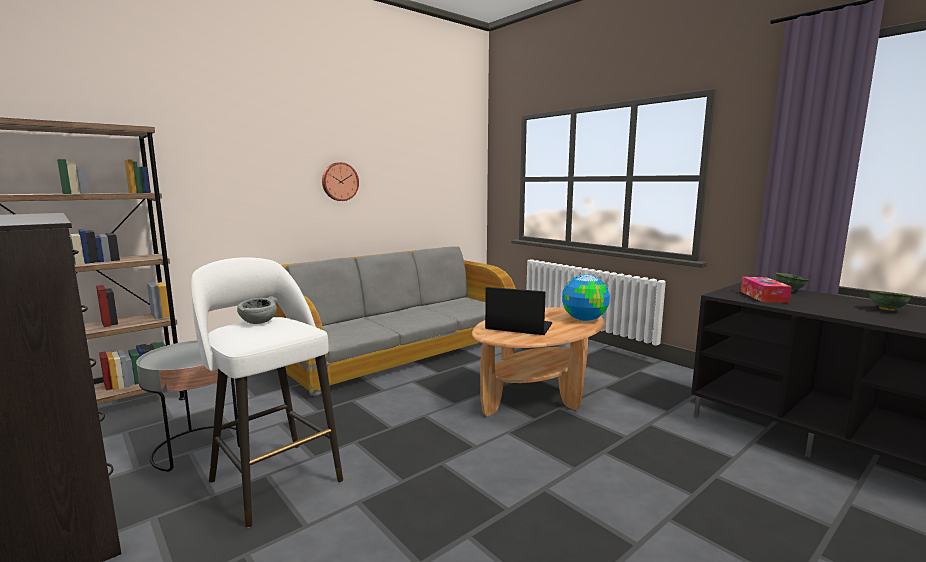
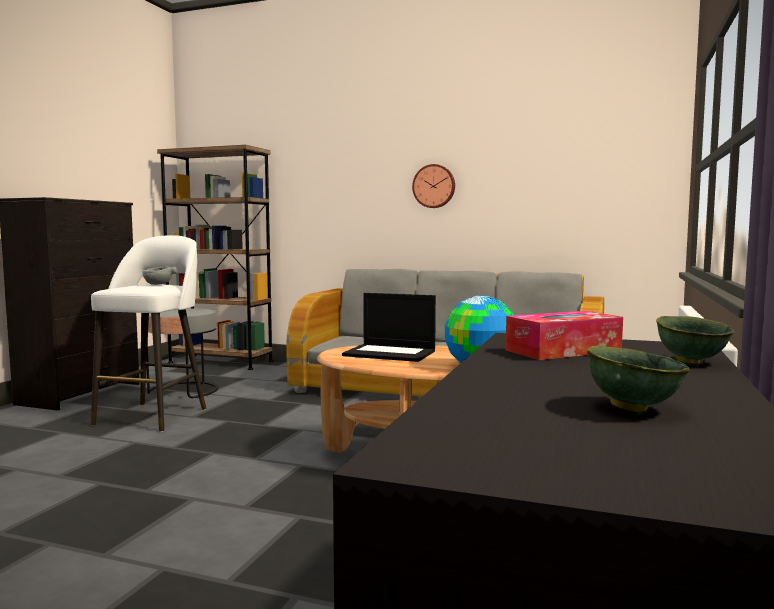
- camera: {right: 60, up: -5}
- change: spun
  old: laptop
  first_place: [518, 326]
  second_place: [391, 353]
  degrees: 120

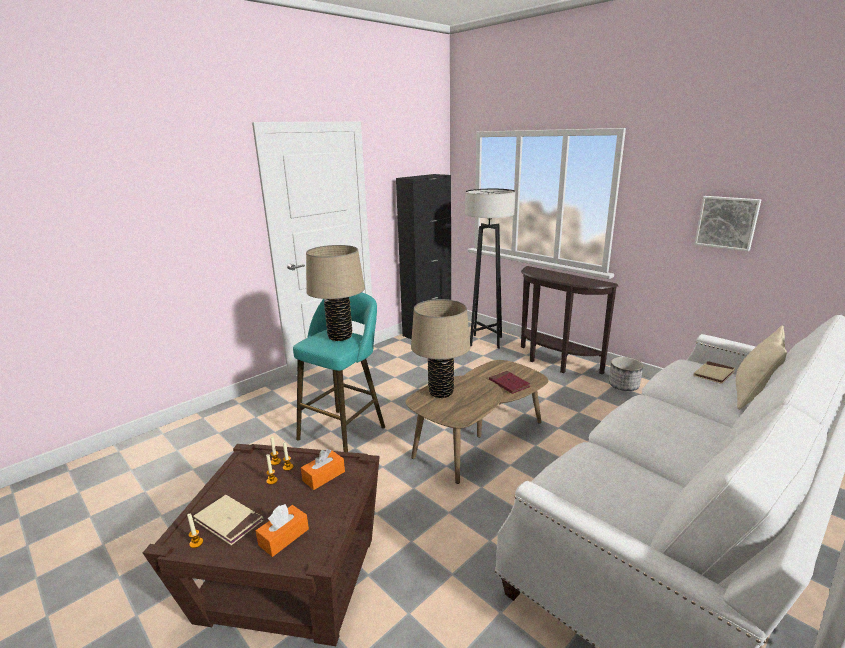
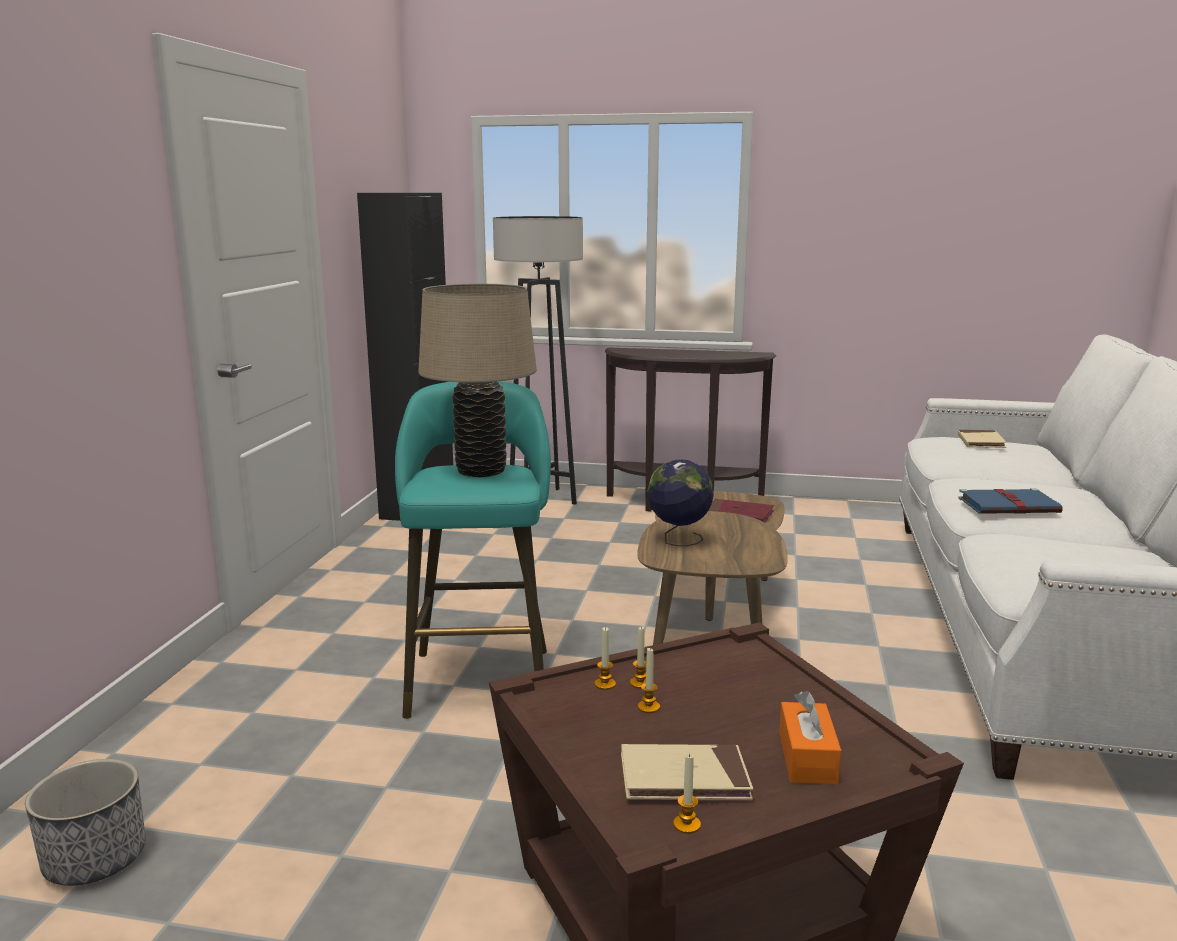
- camera: {right: -35, up: -5}
- change: relocated
  old: planter
  first_place: [623, 386]
  second_place: [96, 859]
- change: exchanged
  old: beige table lamp
  new: globe
  first_place: [441, 392]
  second_place: [678, 540]
- change: appeared
  new: blue book
  second_place: [1010, 506]
- change: missing
  old: orange tissue box
  first_place: [324, 476]
- change: missing
  old: picture
  first_place: [727, 222]
- change: missing
  old: beige pillow
  first_place: [751, 396]

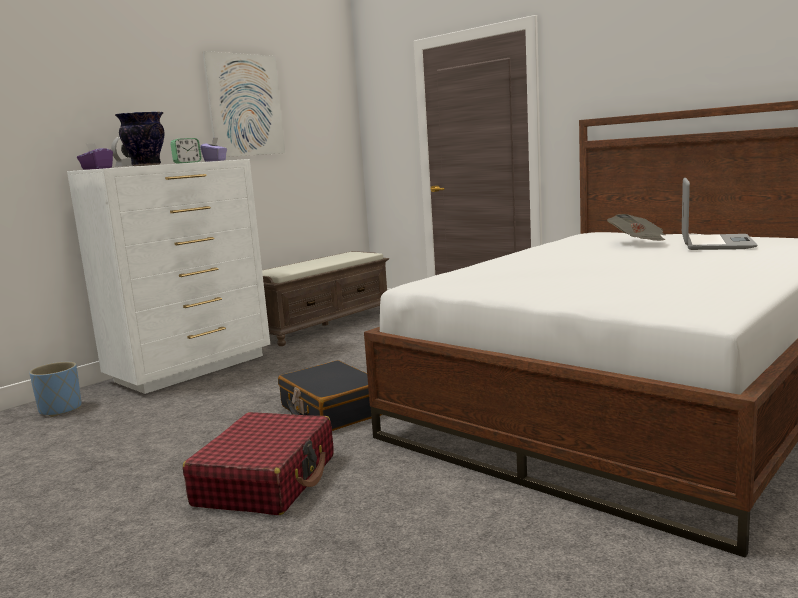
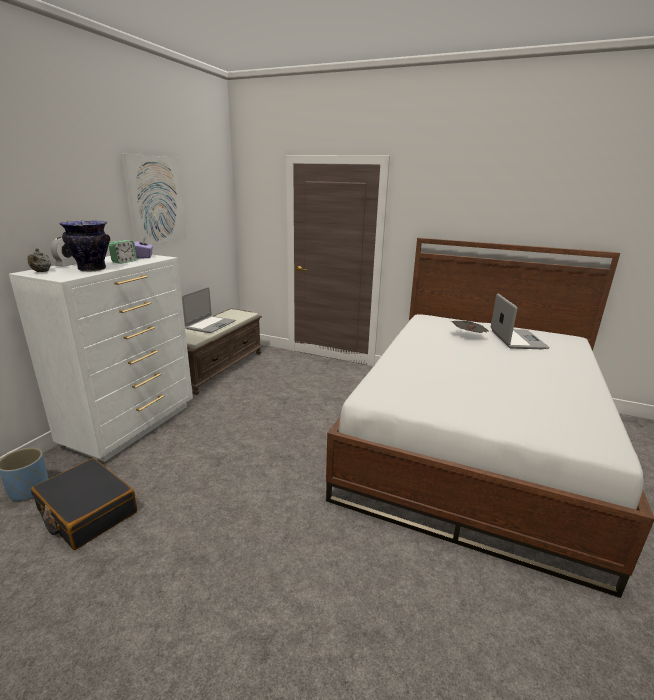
- camera: {right: -20, up: 10}
- change: exchanged
  old: purple tissue box
  new: grey teapot
  first_place: [97, 168]
  second_place: [41, 272]
- change: relocated
  old: black suitcase
  first_place: [332, 410]
  second_place: [87, 512]
- change: appeared
  new: laptop
  second_place: [210, 325]
- change: missing
  old: red suitcase
  first_place: [267, 480]

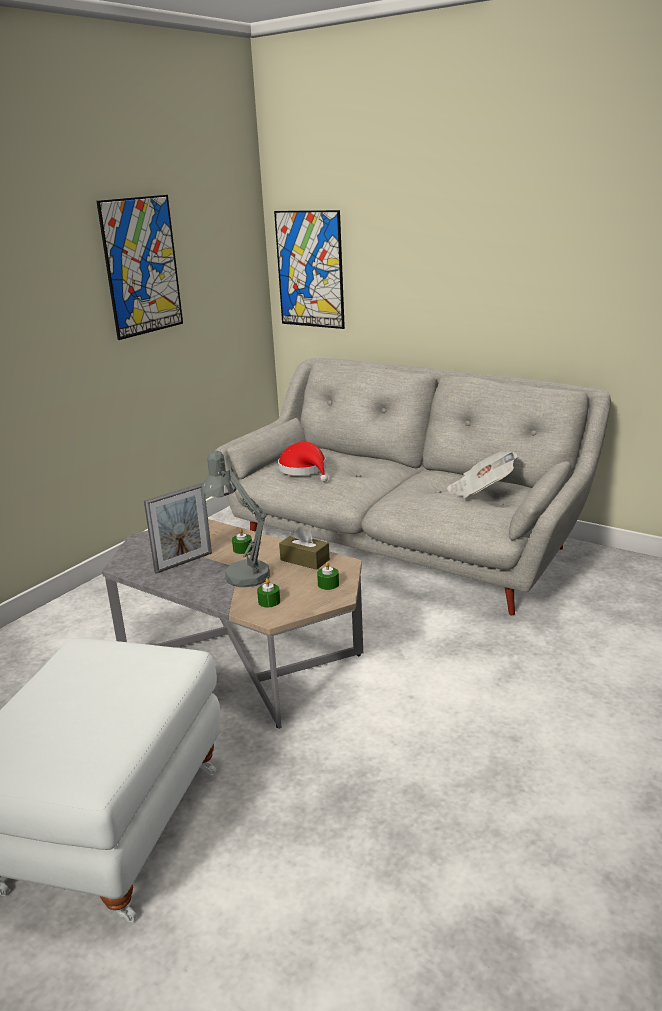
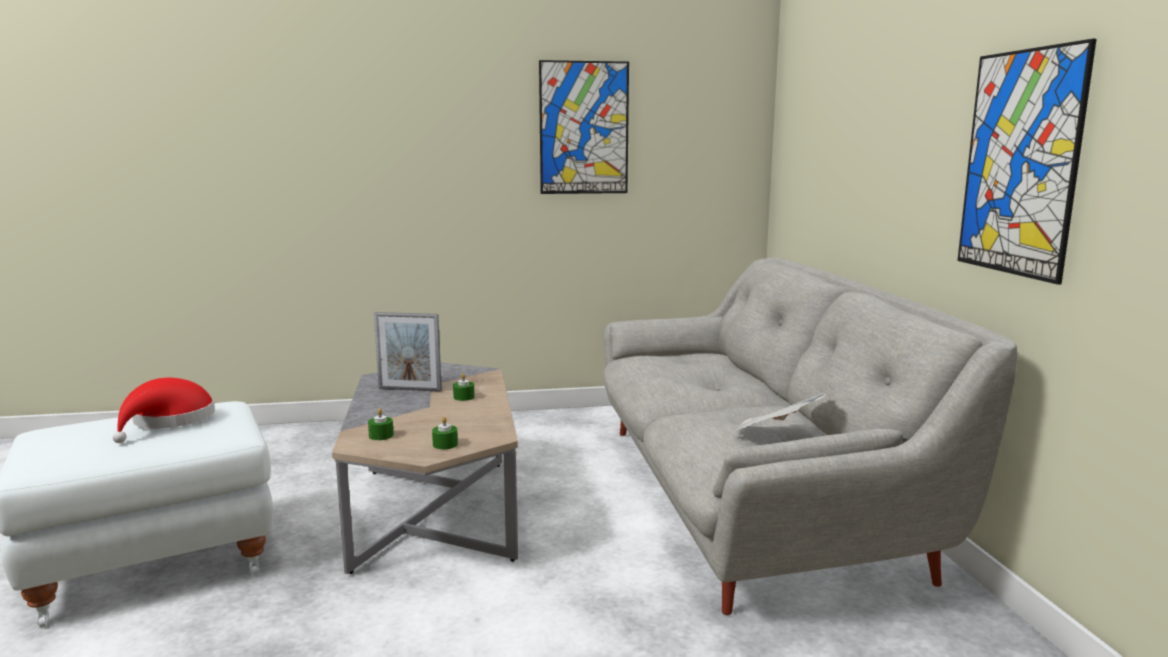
- camera: {right: 45, up: -10}
- change: relocated
  old: red hat
  first_place: [305, 470]
  second_place: [169, 421]
- change: relocated
  old: picture
  first_place: [310, 269]
  second_place: [1020, 163]
- change: missing
  old: grey table lamp
  first_place: [241, 573]
- change: missing
  old: brown tissue box
  first_place: [305, 560]

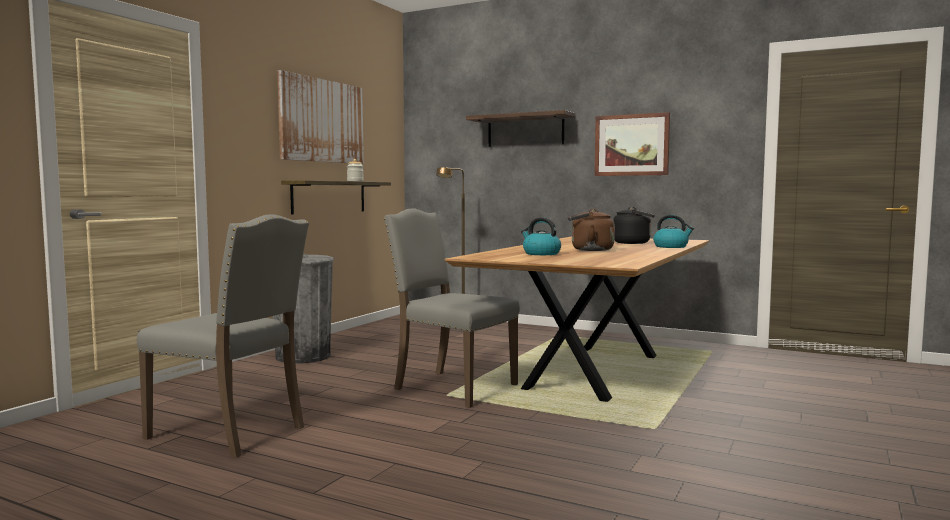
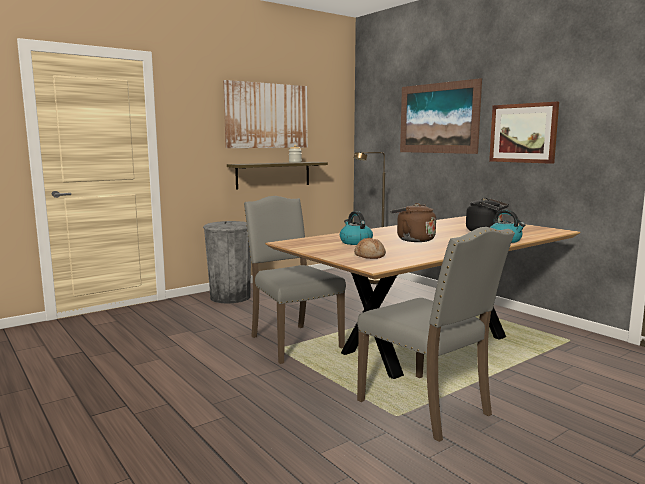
- camera: {right: 25, up: 5}
- change: appeared
  new: bread
  second_place: [370, 256]
- change: relocated
  old: grey chair
  first_place: [231, 432]
  second_place: [427, 407]
- change: exchanged
  old: shelf
  new: picture
  first_place: [525, 130]
  second_place: [438, 118]

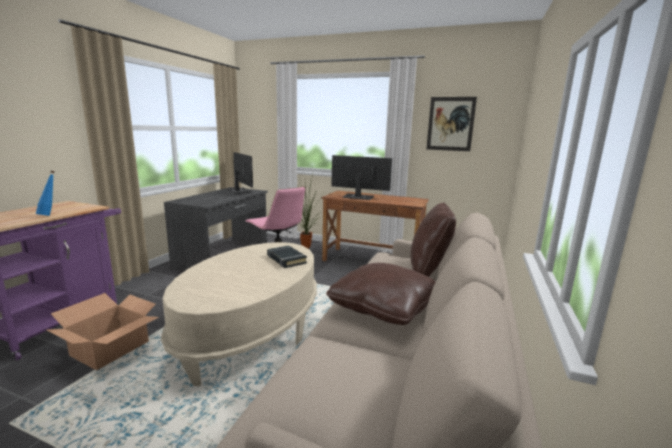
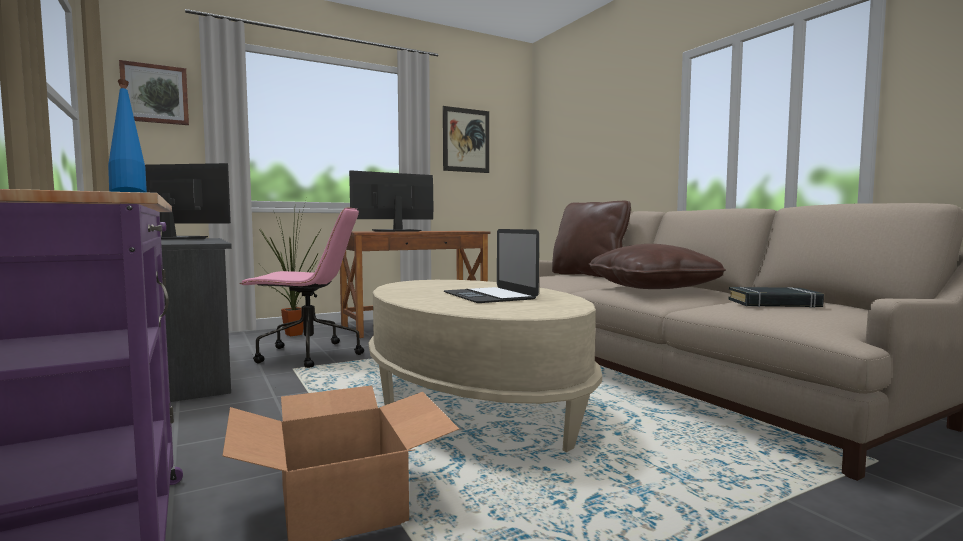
- camera: {right: -50, up: -10}
- change: appeared
  new: picture
  second_place: [155, 94]
- change: appeared
  new: laptop
  second_place: [489, 295]
- change: relocated
  old: black book
  first_place: [286, 259]
  second_place: [774, 303]

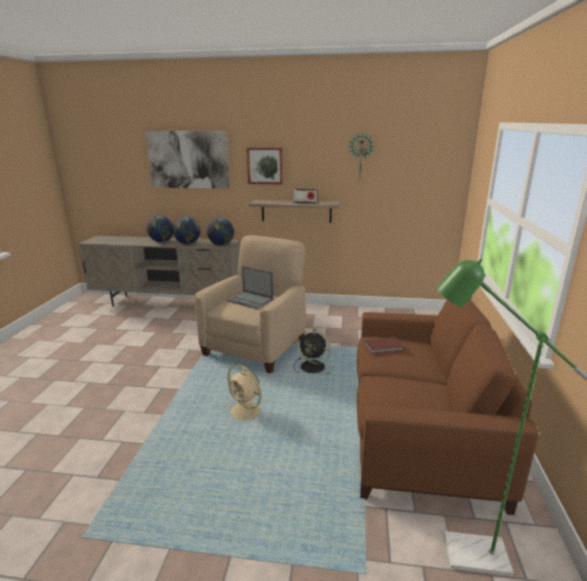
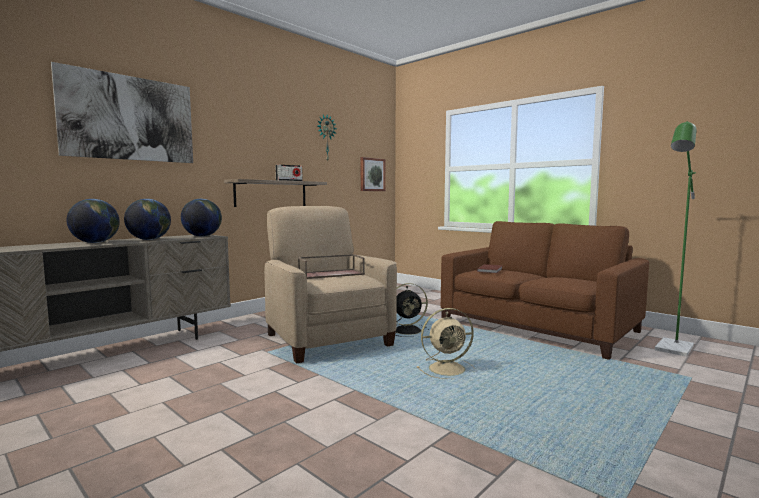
- camera: {right: -55, up: -15}
- change: exchanged
  old: laptop
  new: brown tray
  first_place: [250, 300]
  second_place: [331, 274]
- change: relocated
  old: picture
  first_place: [265, 165]
  second_place: [372, 174]

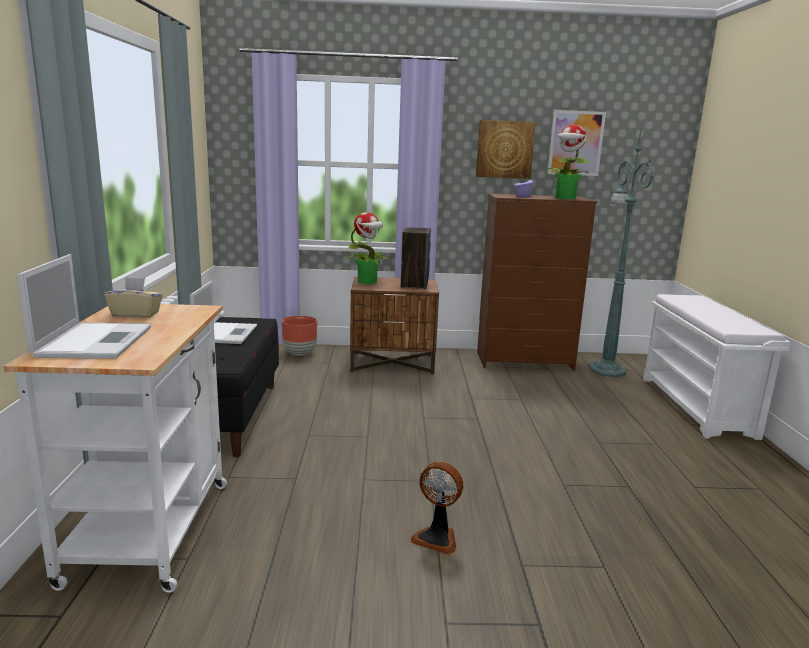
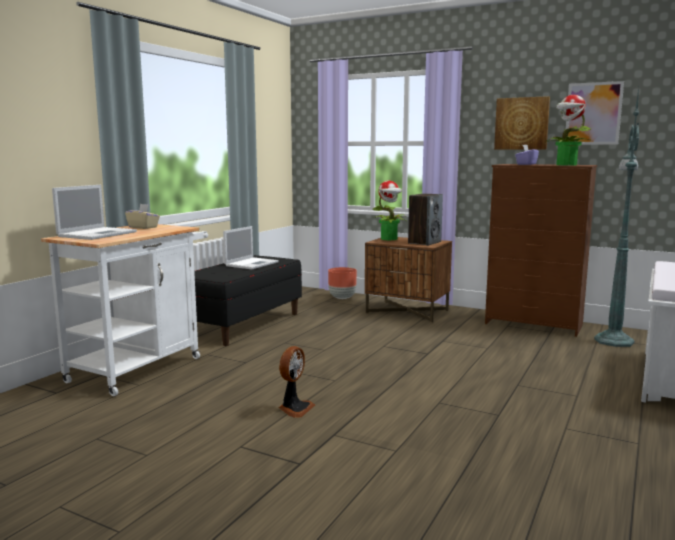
- camera: {right: 30, up: -5}
- change: spun
  old: fan
  first_place: [437, 538]
  second_place: [295, 408]
  degrees: -120

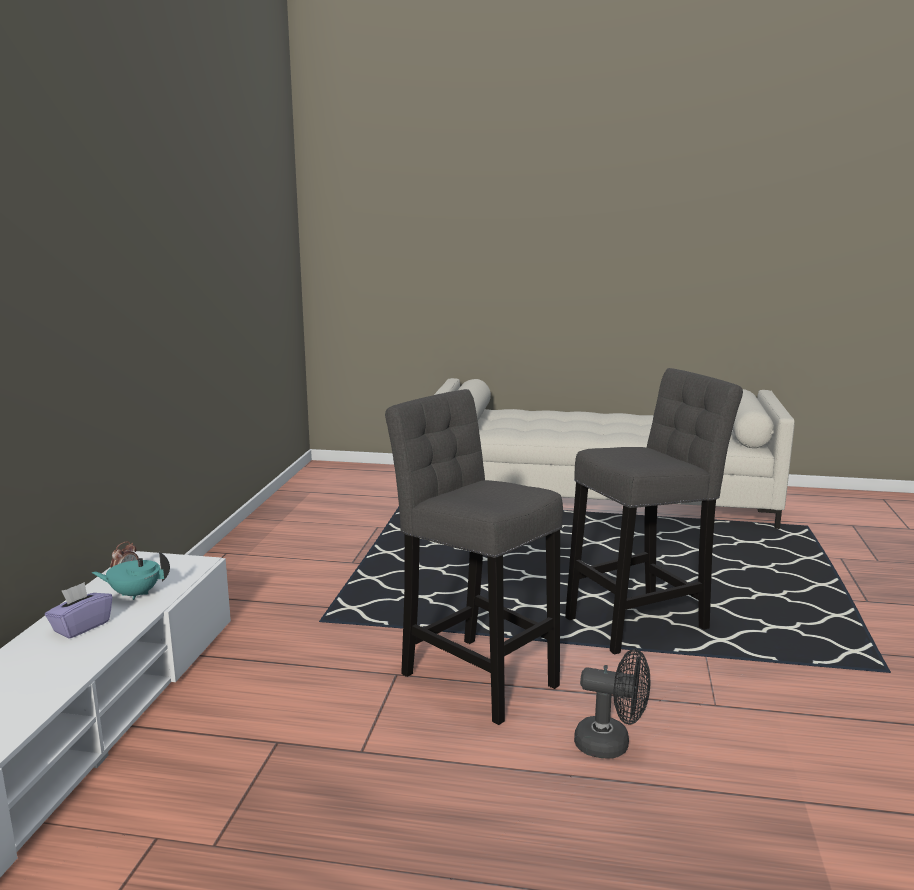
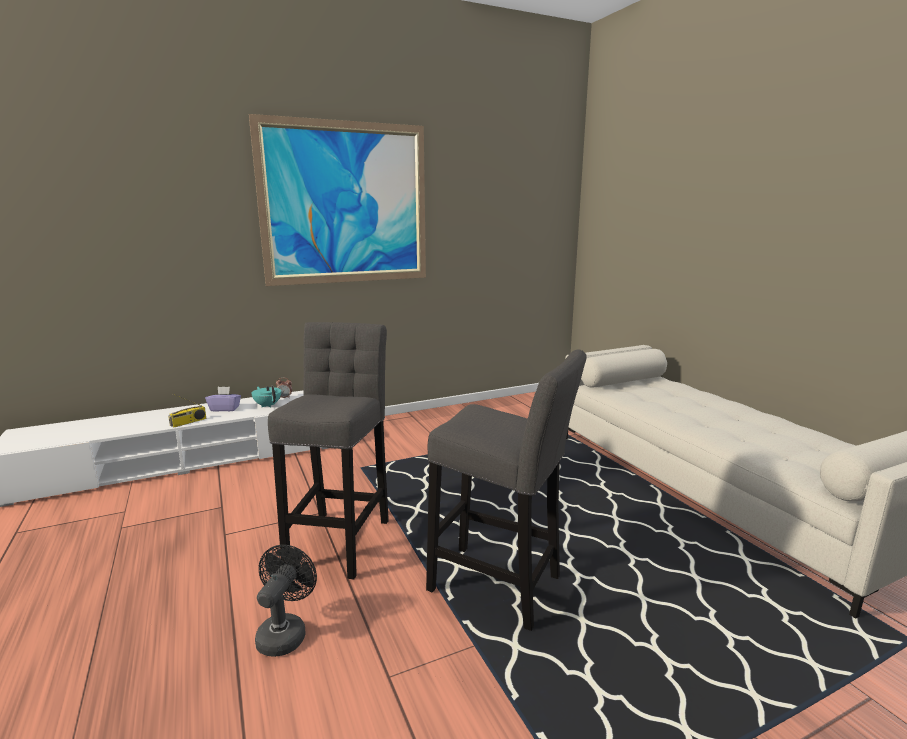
- camera: {right: 55, up: 0}
- change: appeared
  new: radio
  second_place: [188, 422]
- change: appeared
  new: picture
  second_place: [346, 204]
- change: spun
  old: black fan
  first_place: [611, 744]
  second_place: [285, 632]
  degrees: -150

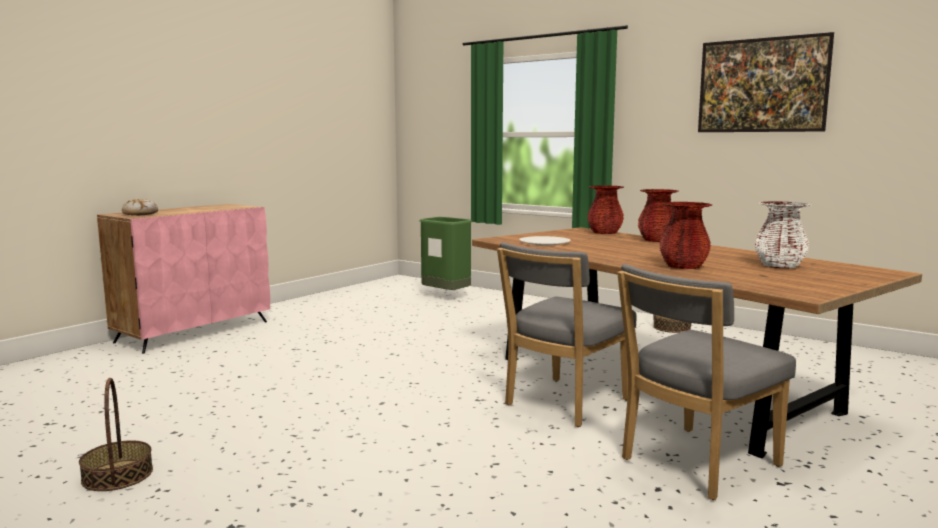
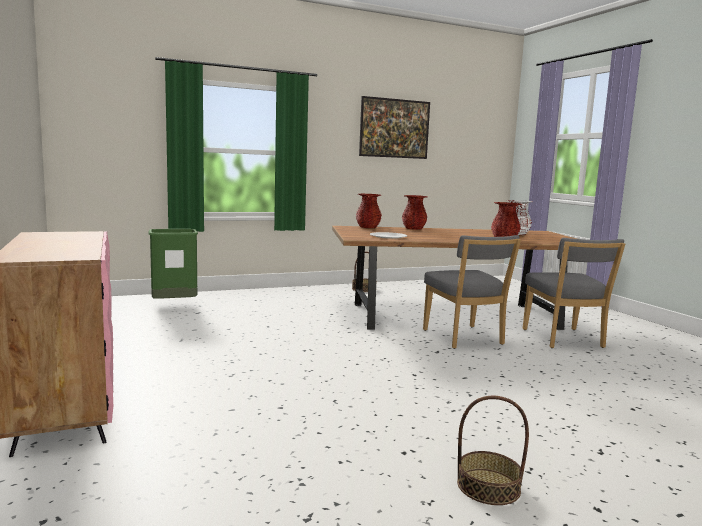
- camera: {right: -60, up: 0}
- change: missing
  old: bread
  first_place: [140, 214]

